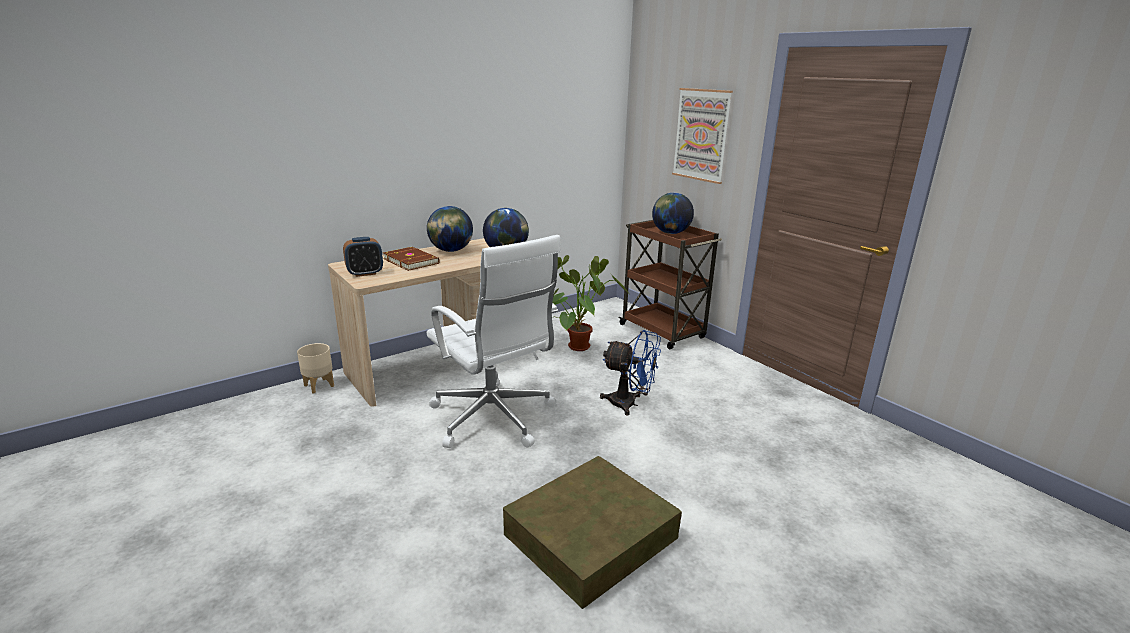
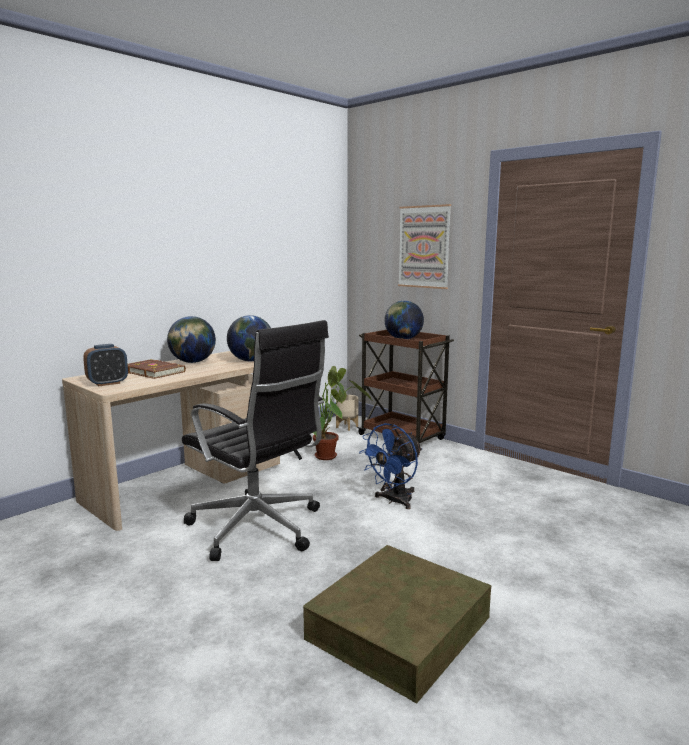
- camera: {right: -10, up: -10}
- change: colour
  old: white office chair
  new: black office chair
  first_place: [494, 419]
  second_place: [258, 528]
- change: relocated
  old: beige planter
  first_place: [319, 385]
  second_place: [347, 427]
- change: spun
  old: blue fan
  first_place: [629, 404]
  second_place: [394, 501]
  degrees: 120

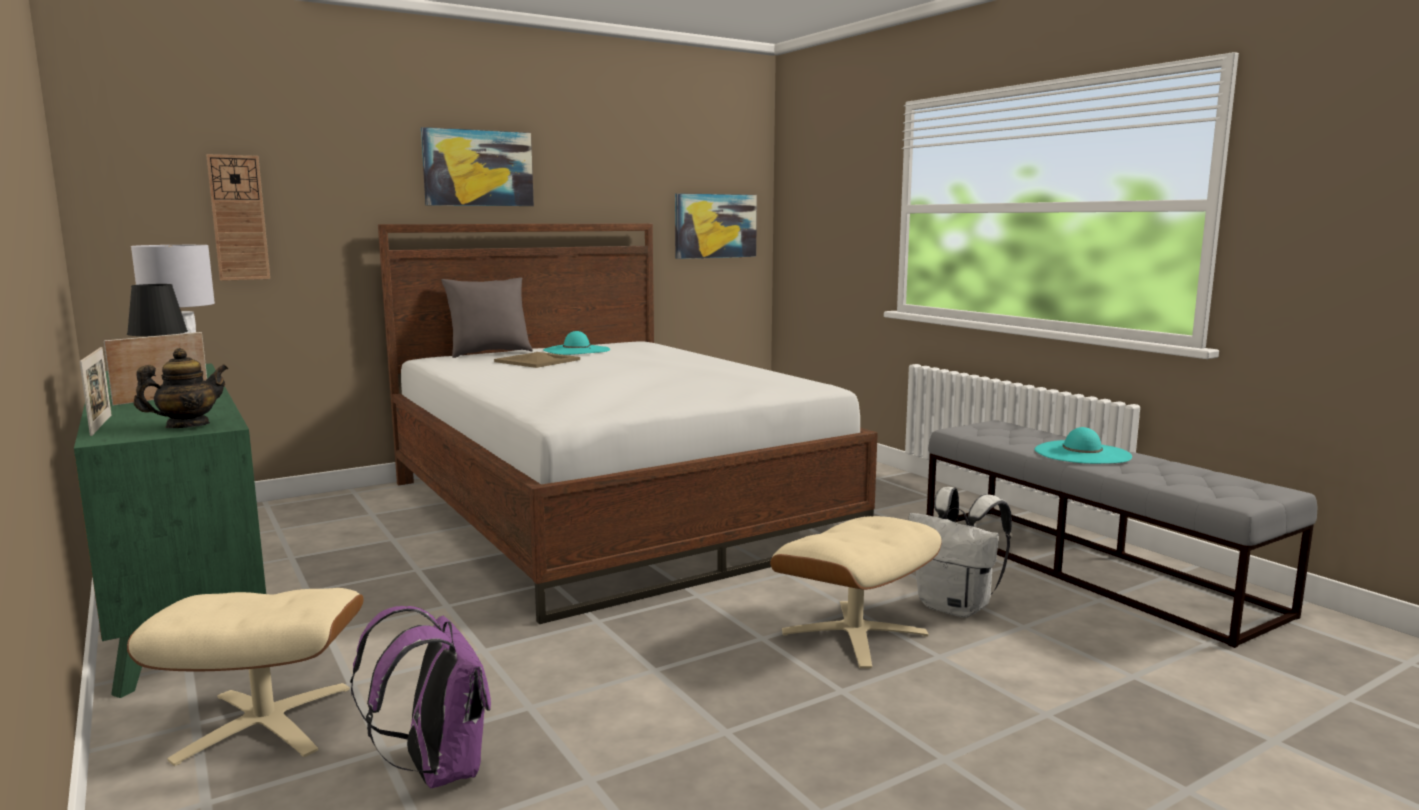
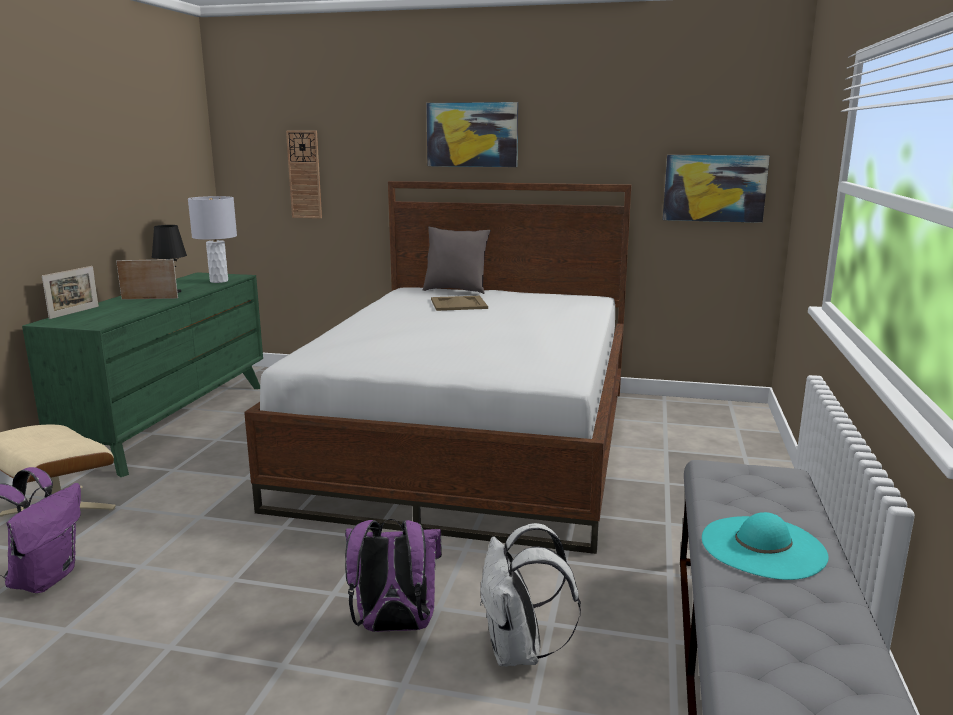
- camera: {right: 45, up: 5}
- change: exchanged
  old: beige ottoman
  new: purple backpack
  first_place: [855, 633]
  second_place: [393, 627]
- change: missing
  old: teapot
  first_place: [187, 426]
- change: missing
  old: turquoise hat
  first_place: [576, 350]

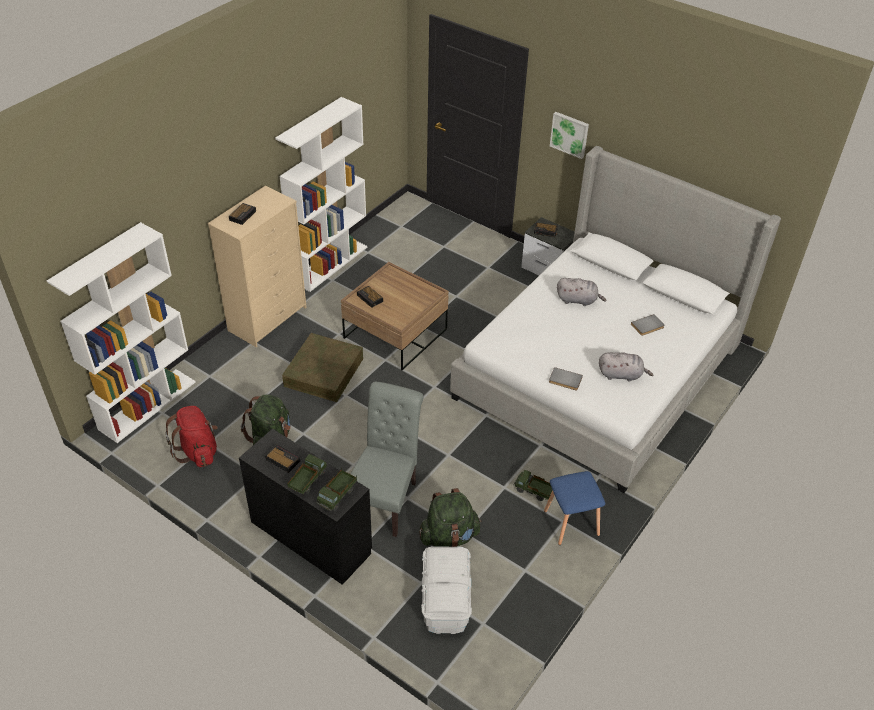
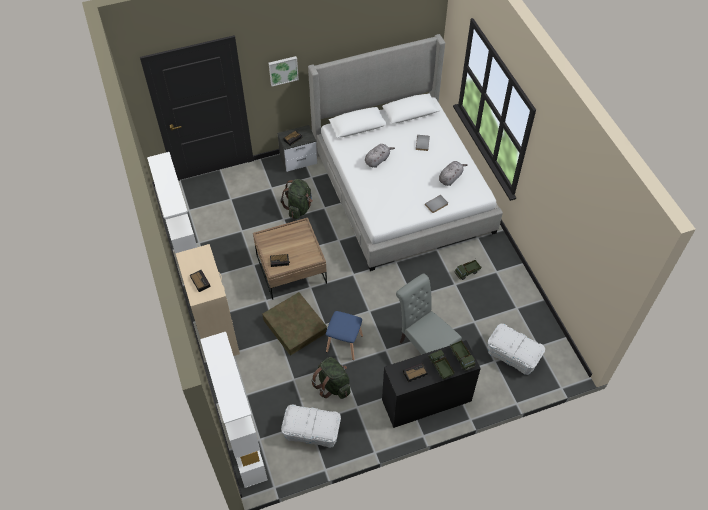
- camera: {right: -55, up: 10}
- change: relocated
  old: green backpack
  first_place: [449, 536]
  second_place: [299, 208]
- change: exchanged
  old: red backpack
  new: white storage box
  first_place: [198, 451]
  second_place: [312, 432]
- change: relocated
  old: blue stool
  first_place: [570, 523]
  second_place: [344, 344]

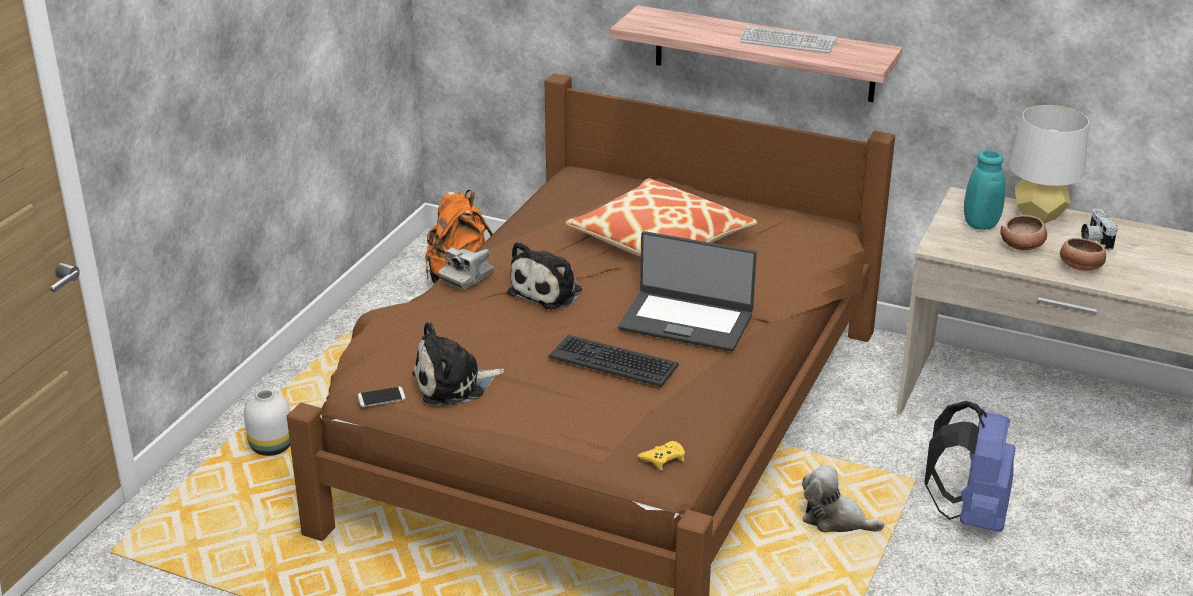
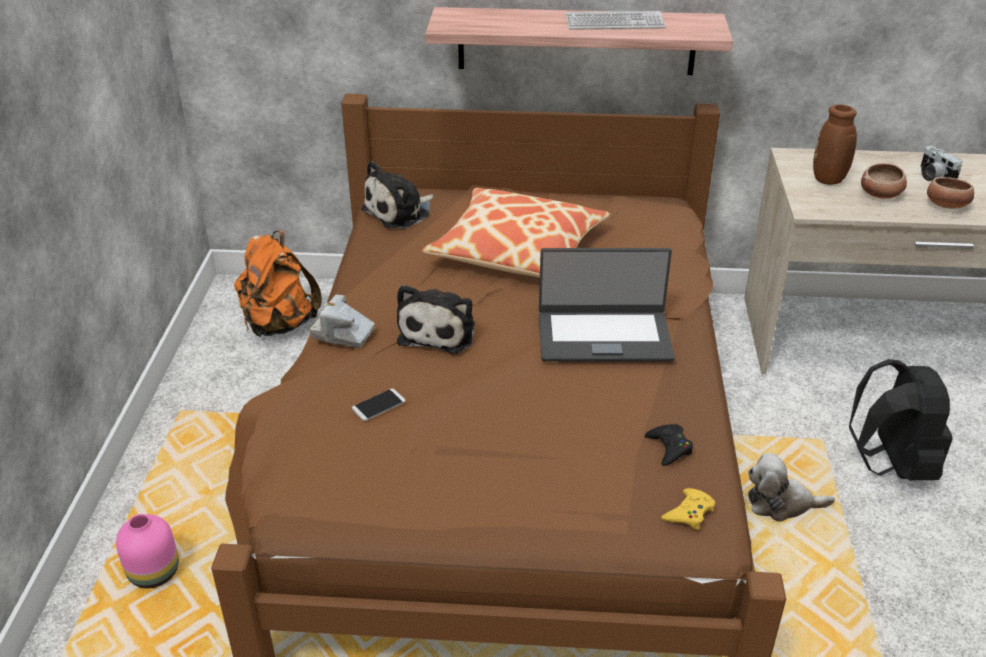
- camera: {right: -20, up: 5}
- change: colour
  old: white vase
  new: pink vase
  first_place: [272, 446]
  second_place: [154, 571]
- change: spun
  old: photo camera
  first_place: [467, 277]
  second_place: [343, 334]
  degrees: 90
- change: relocated
  old: phone
  first_place: [381, 397]
  second_place: [378, 405]
- change: relocated
  old: plush toy
  first_place: [453, 384]
  second_place: [399, 212]
- change: appeared
  new: black game controller
  second_place: [669, 448]
- change: colour
  old: turquoise vase
  new: brown vase
  first_place: [979, 226]
  second_place: [828, 182]
- change: colour
  old: blue backpack
  new: black backpack
  first_place: [970, 514]
  second_place: [891, 464]
- change: missing
  old: keyboard
  first_place: [614, 361]
- change: missing
  old: grey table lamp
  first_place: [1038, 215]

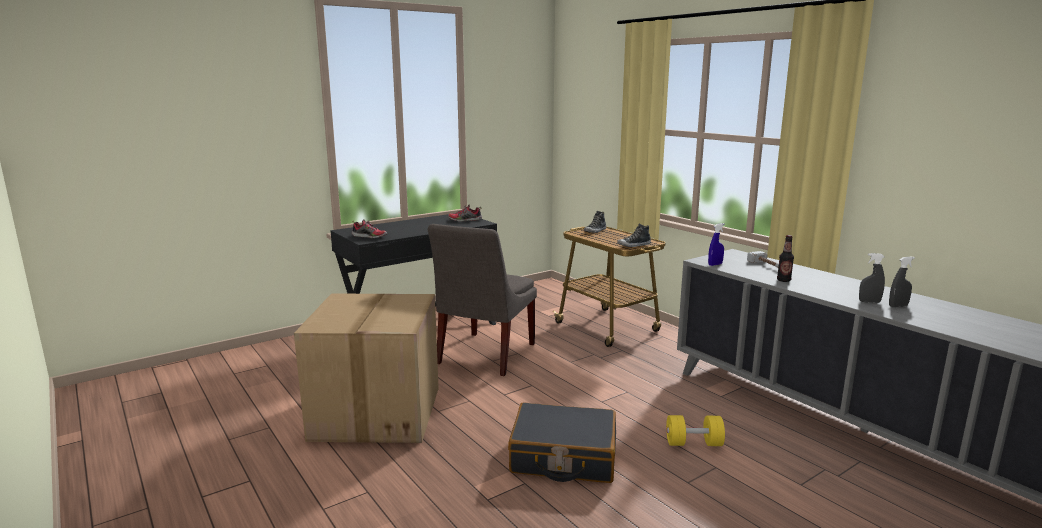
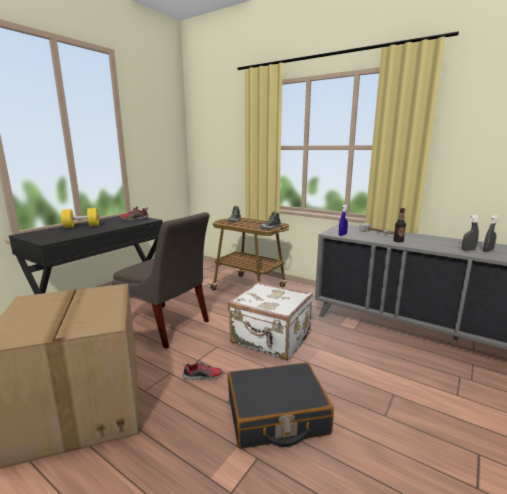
- camera: {right: -20, up: 0}
- change: relocated
  old: yellow dumbbell
  first_place: [693, 443]
  second_place: [81, 226]
- change: spun
  old: grey chair
  first_place: [484, 355]
  second_place: [167, 326]
  degrees: -60
- change: relocated
  old: shoe
  first_place: [370, 237]
  second_place: [203, 376]
- change: appeared
  new: white suitcase
  second_place: [270, 339]

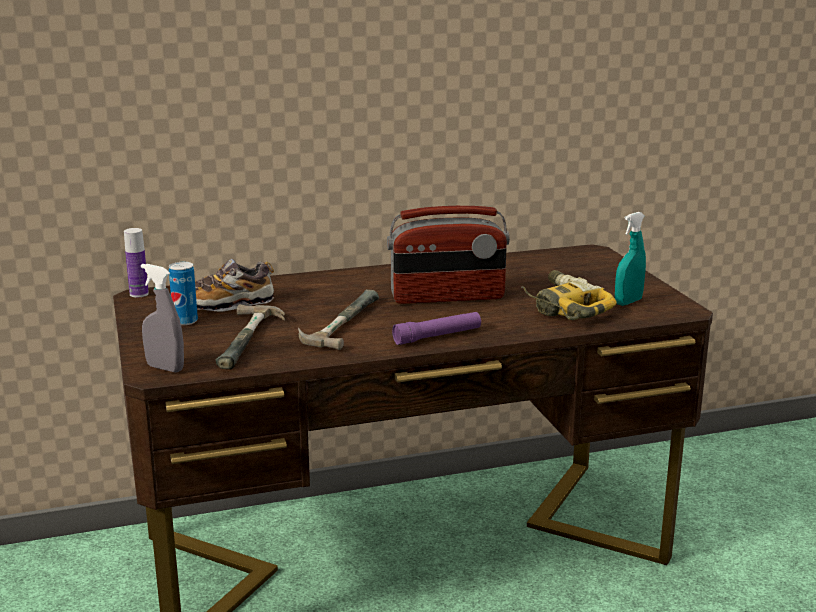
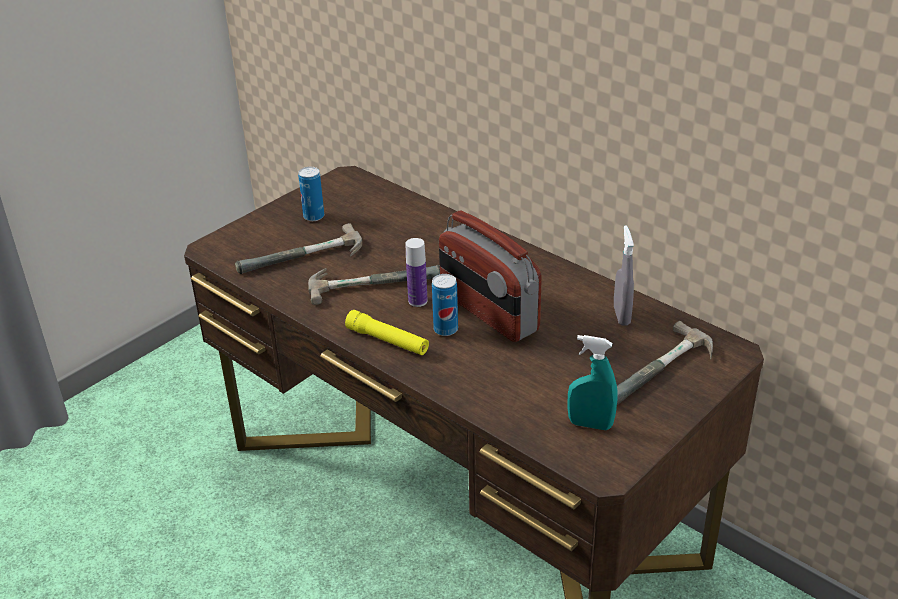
- camera: {right: 60, up: 15}
- change: colour
  old: purple flashlight
  new: yellow flashlight
  first_place: [437, 336]
  second_place: [387, 341]
- change: relocated
  old: bottle
  first_place: [139, 294]
  second_place: [417, 301]
- change: appeared
  new: can
  second_place: [445, 329]
- change: relocated
  old: grey spray bottle
  first_place: [165, 368]
  second_place: [621, 316]
- change: appeared
  new: hammer
  second_place: [662, 374]
- change: missing
  old: shoe
  first_place: [227, 304]
- change: missing
  old: power drill
  first_place: [561, 307]

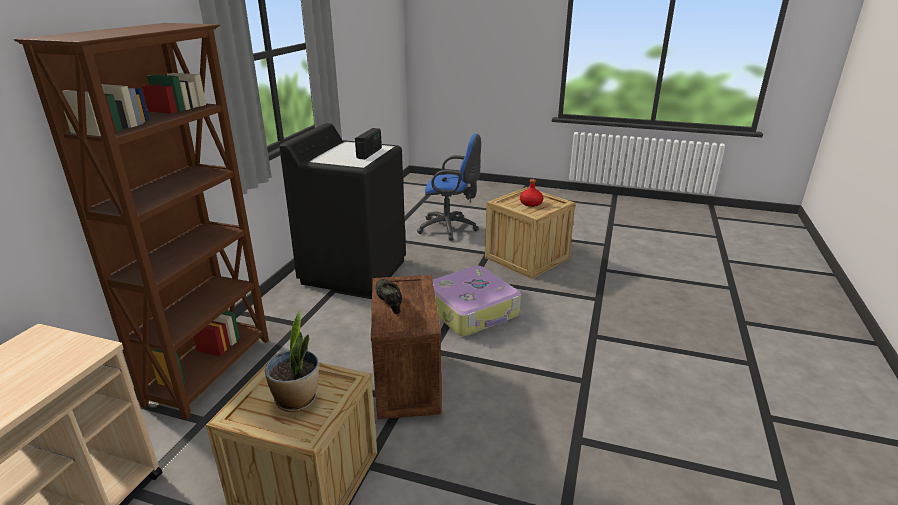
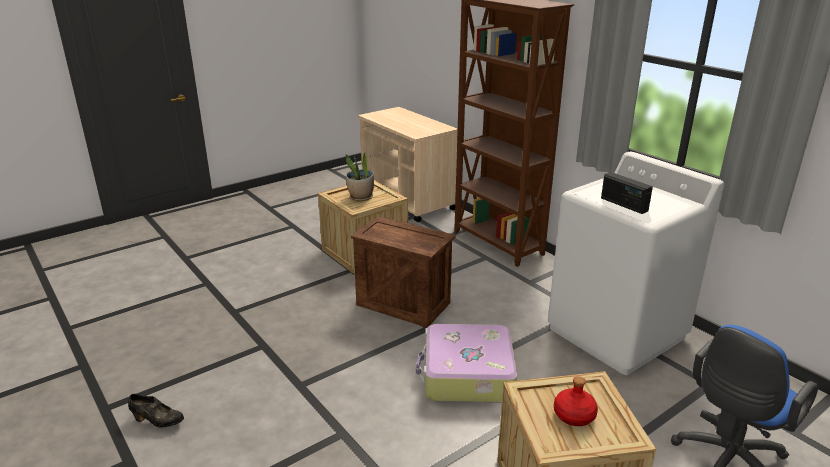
- camera: {right: 125, up: 0}
- change: relocated
  old: black shoe
  first_place: [389, 303]
  second_place: [158, 421]
- change: colour
  old: black washing machine
  new: white washing machine
  first_place: [354, 271]
  second_place: [617, 333]

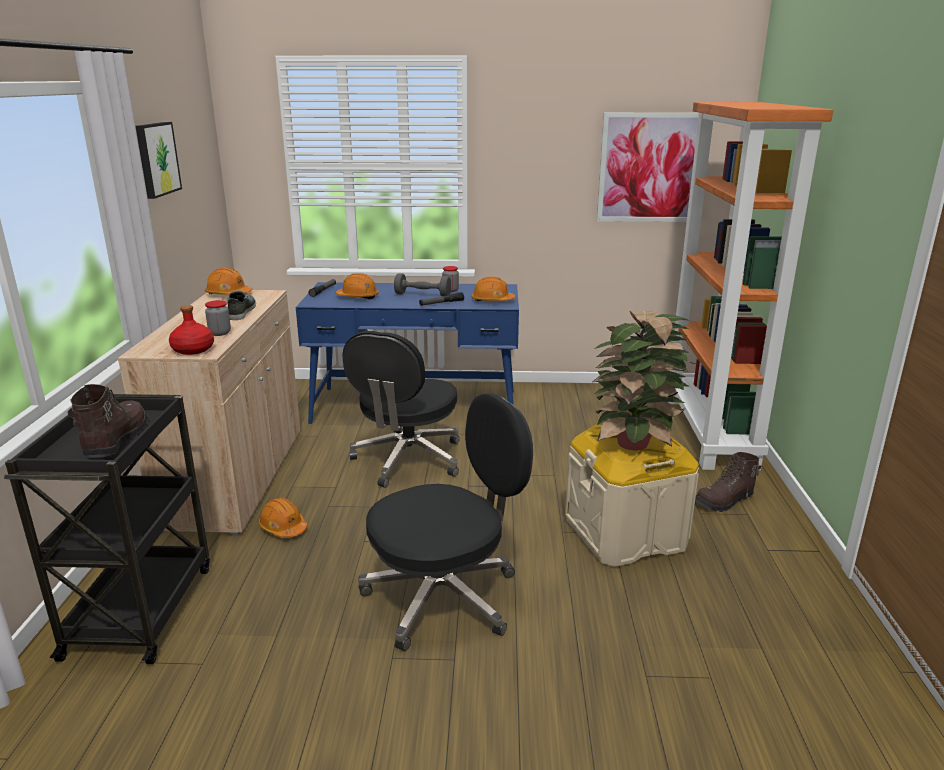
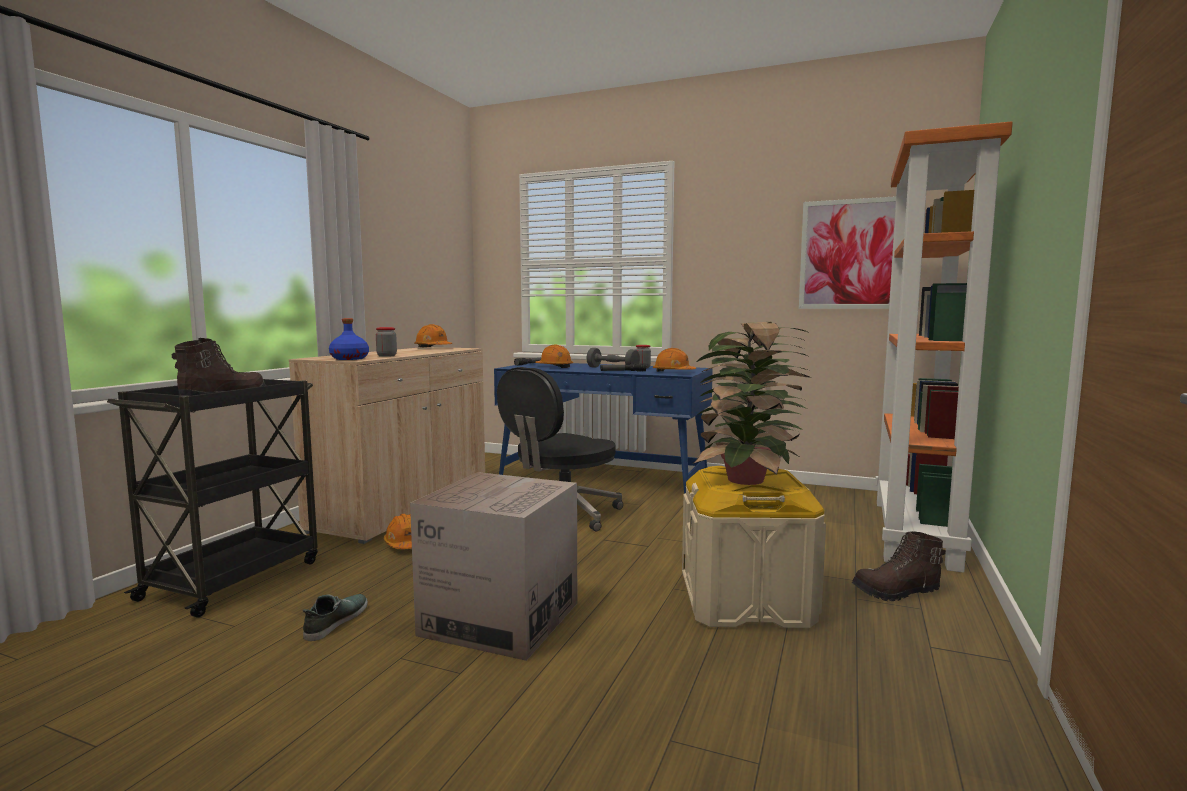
- camera: {right: 20, up: -15}
- change: relocated
  old: shoe
  first_place: [241, 311]
  second_place: [335, 621]
- change: colour
  old: red bottle
  new: blue bottle
  first_place: [193, 350]
  second_place: [349, 359]
- change: exchanged
  old: black office chair
  new: cardboard box
  first_place: [445, 596]
  second_place: [500, 618]
- change: missing
  old: picture
  first_place: [156, 159]

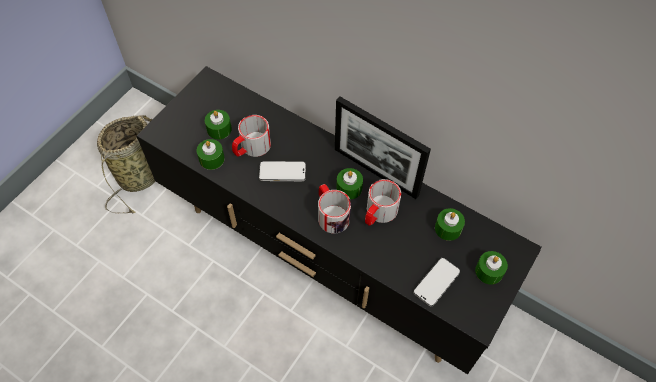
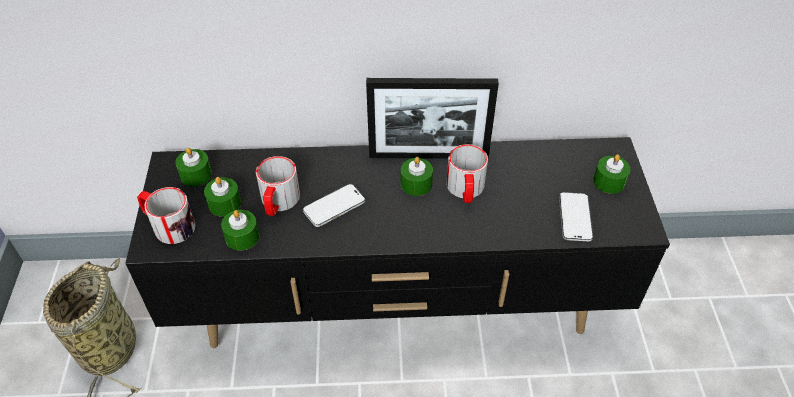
- camera: {right: -35, up: -10}
- change: relocated
  old: mug
  first_place: [331, 214]
  second_place: [168, 225]
- change: relocated
  old: green candle
  first_place: [448, 228]
  second_place: [196, 175]

